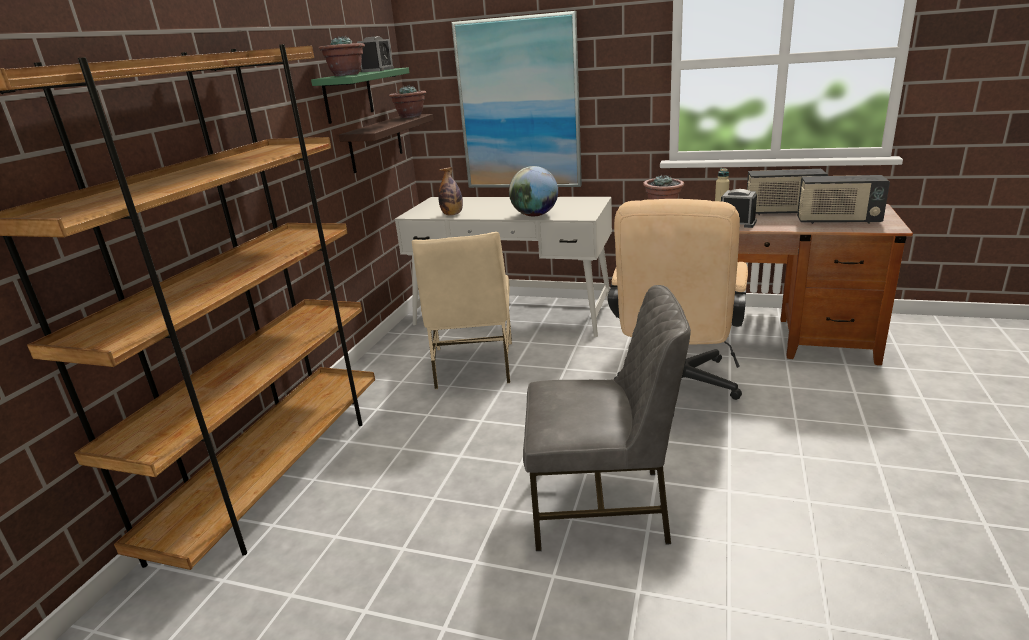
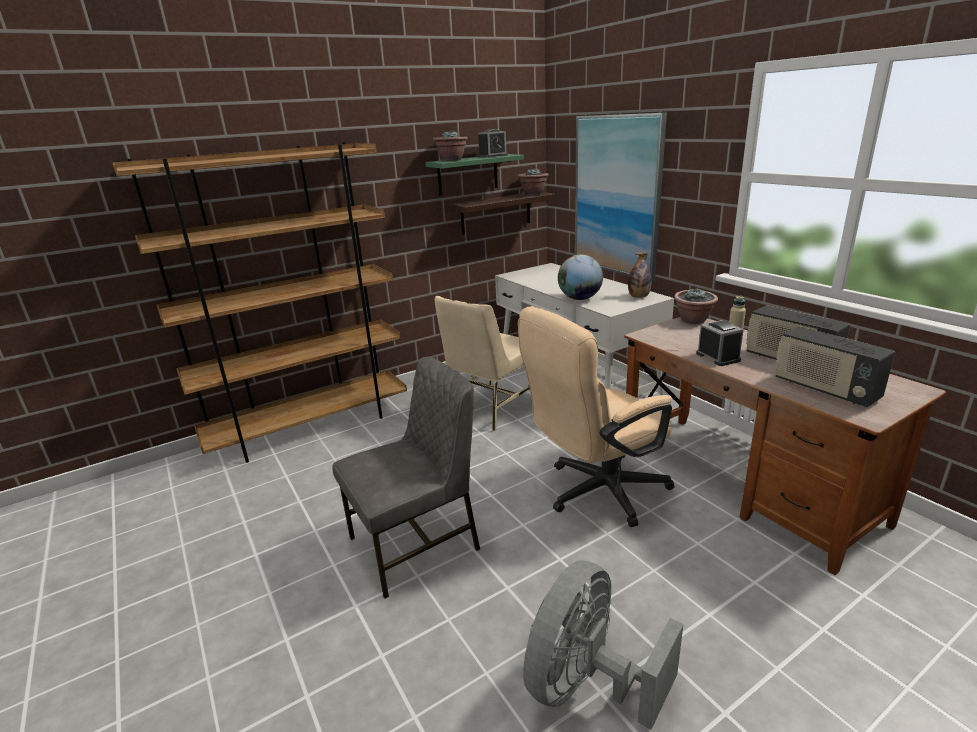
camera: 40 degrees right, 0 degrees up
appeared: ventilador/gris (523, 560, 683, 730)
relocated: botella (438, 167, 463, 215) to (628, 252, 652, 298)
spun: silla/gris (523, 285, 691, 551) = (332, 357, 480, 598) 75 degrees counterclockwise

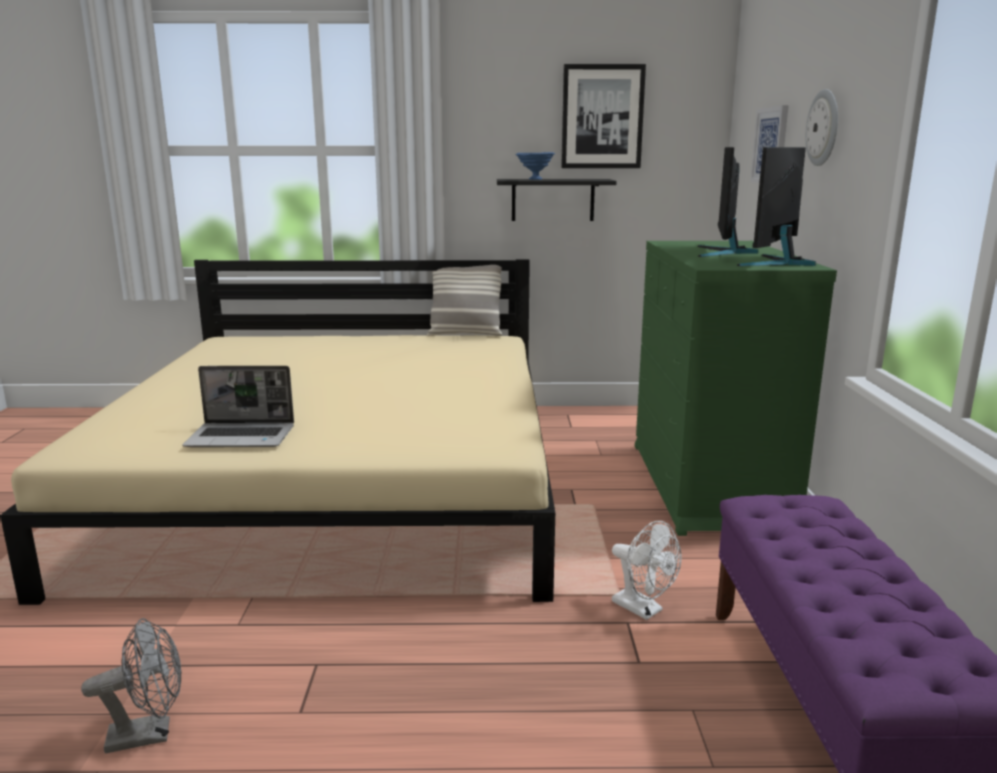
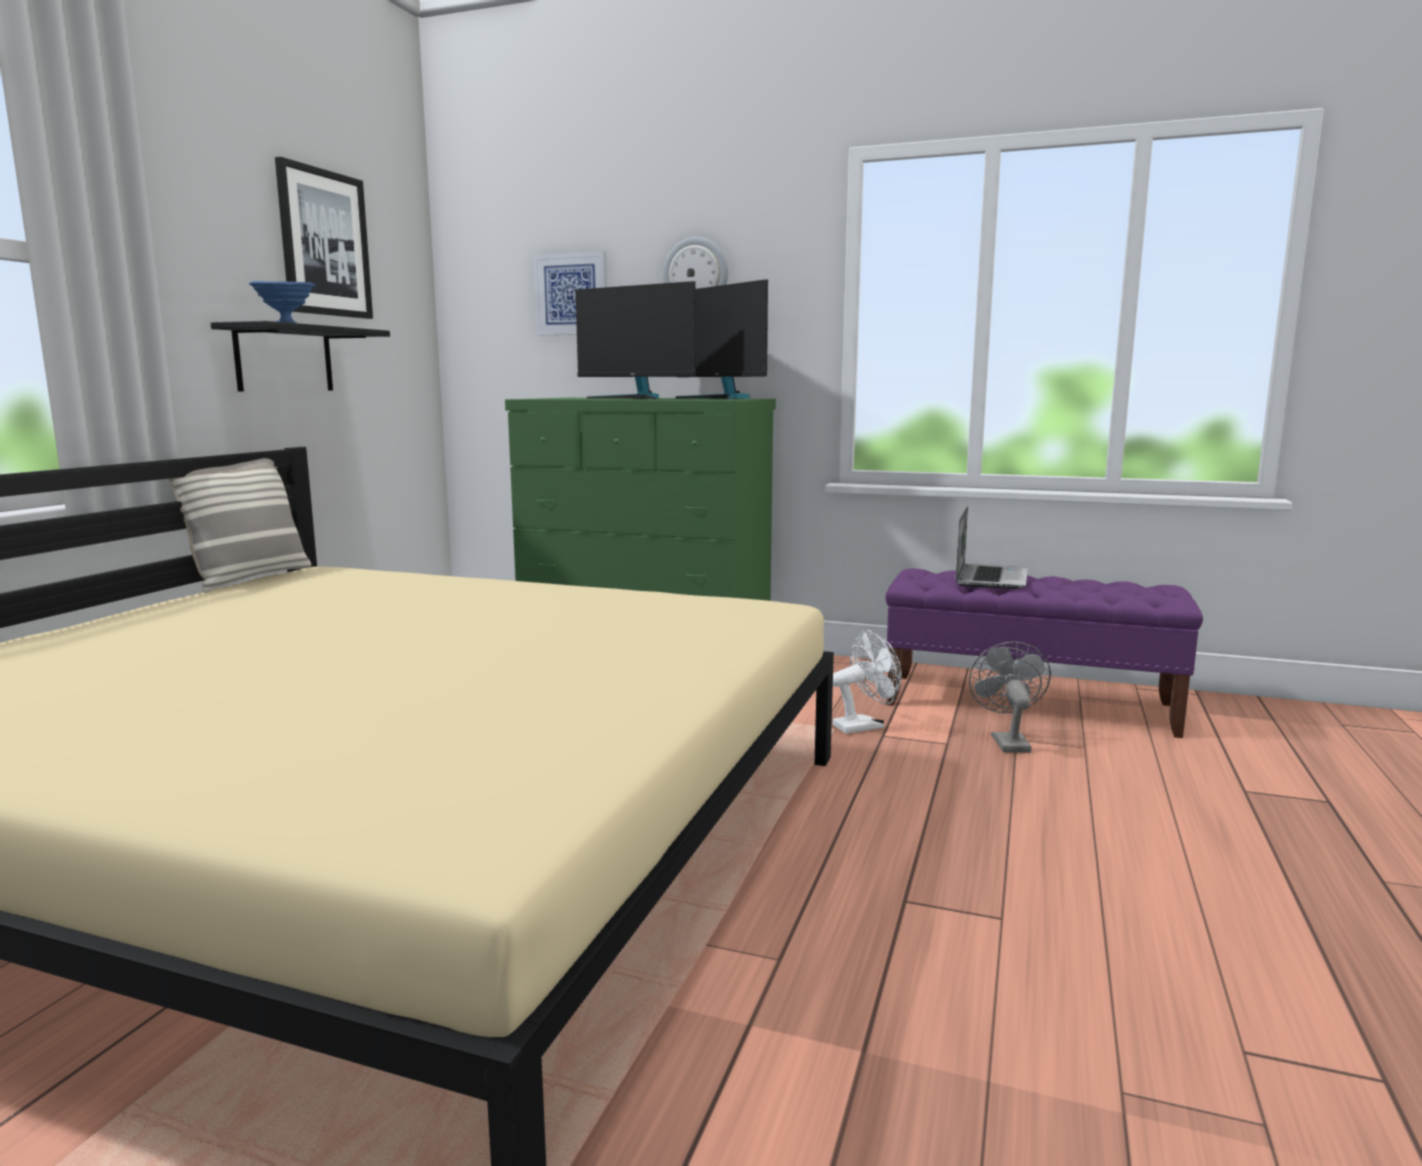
camera: 70 degrees left, 5 degrees down
relocated: ventilador/gris (81, 618, 182, 753) to (969, 642, 1051, 753); portátil (182, 366, 294, 447) to (955, 506, 1028, 589)

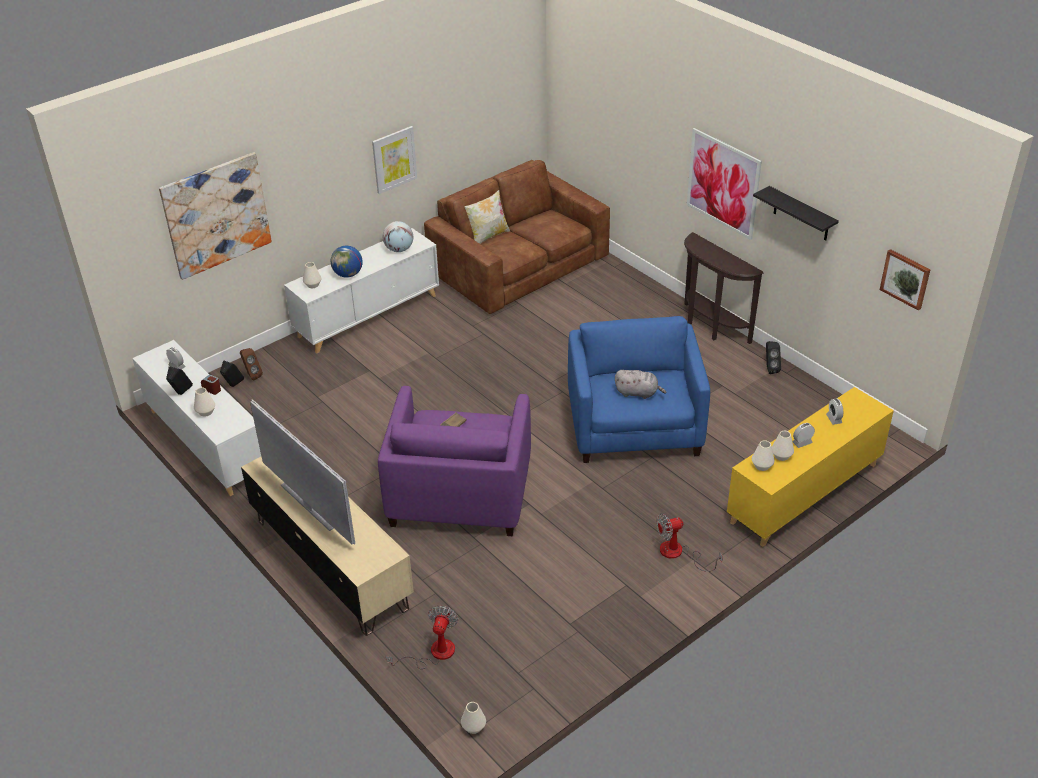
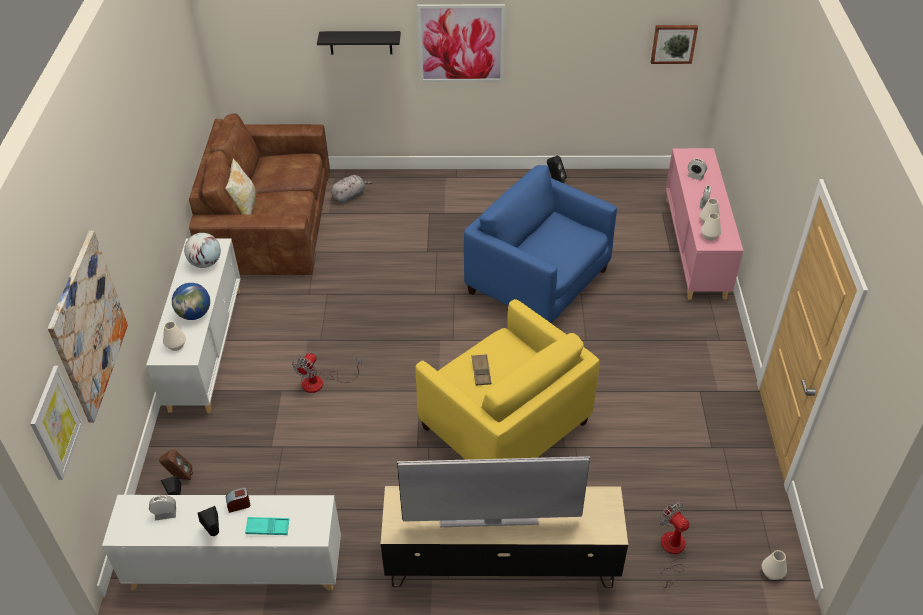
camera: 50 degrees left, 5 degrees up
missing: mesa consola/marrón (684, 232, 763, 344)
relocated: cuadro (372, 126, 417, 194) to (30, 366, 83, 480); peluche/gris (615, 370, 666, 399) to (331, 175, 372, 203); ventilador (656, 513, 723, 572) to (292, 353, 362, 393); estante/negro (753, 186, 839, 241) to (317, 31, 401, 54)
exchanged: florero/blanco (194, 388, 215, 417) to bandeja/turquesa (245, 517, 289, 535)
colour: sillón/morado (378, 386, 531, 536) to sillón/amarillo (415, 299, 600, 460); armario/amarillo (727, 387, 894, 547) to armario/rosa (666, 148, 743, 299)

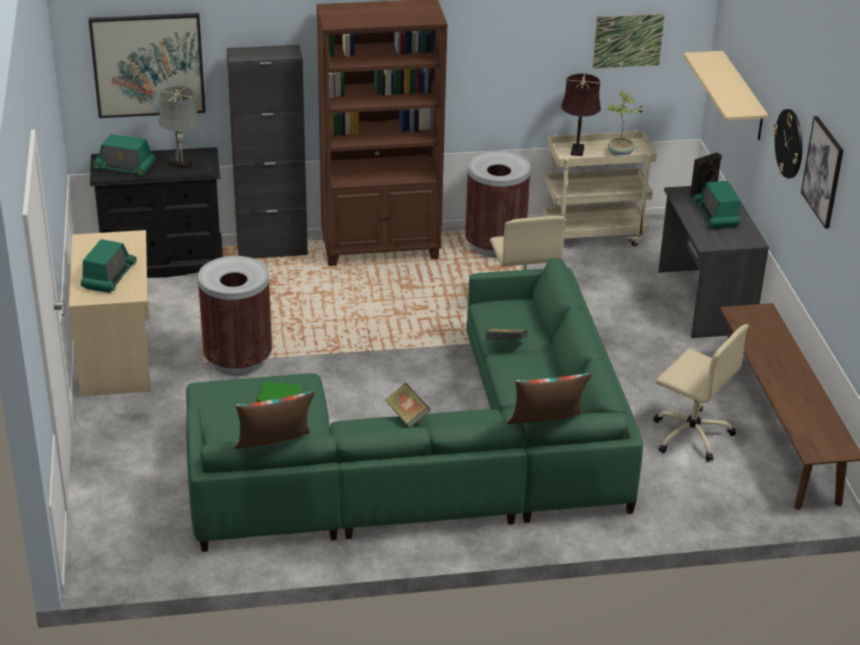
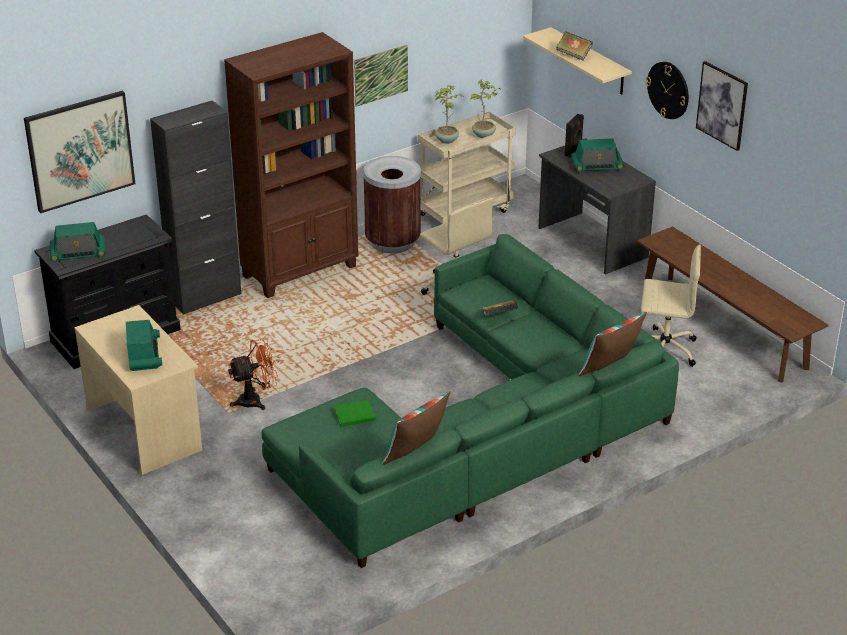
camera: 25 degrees left, 0 degrees up
missing: lámpara de mesa/gris (158, 86, 200, 170)
relocated: libro (385, 383, 430, 428) to (556, 32, 593, 61); cuadro (593, 14, 665, 68) to (354, 45, 408, 107)
exchanged: papelera/marrón (198, 256, 272, 376) to ventilador/naranja (228, 339, 278, 410); lámpara de mesa/marrón (561, 74, 601, 156) to planta en maceta (435, 85, 463, 144)
spun: radio (693, 181, 740, 228) = (571, 138, 624, 172) 60 degrees counterclockwise

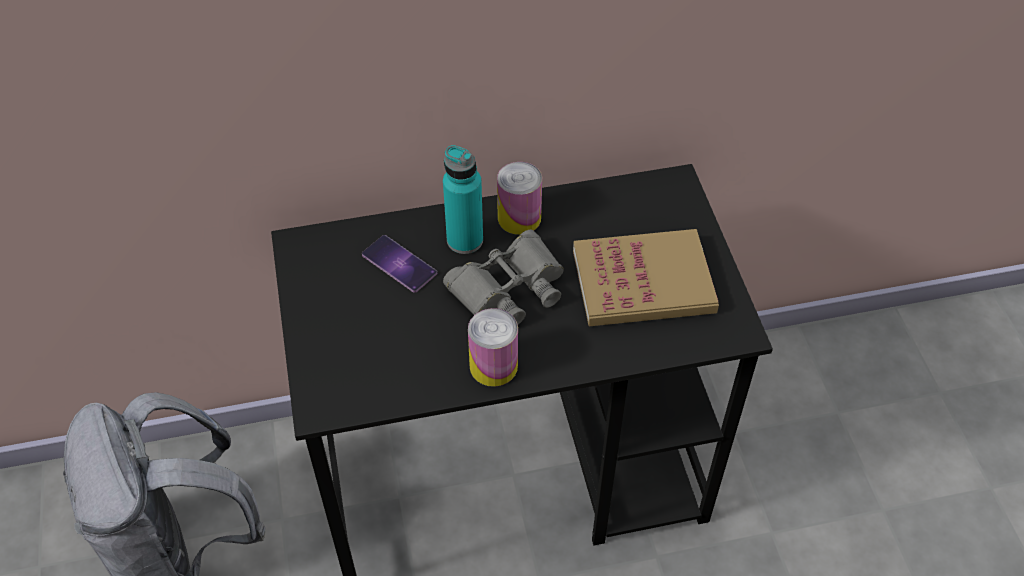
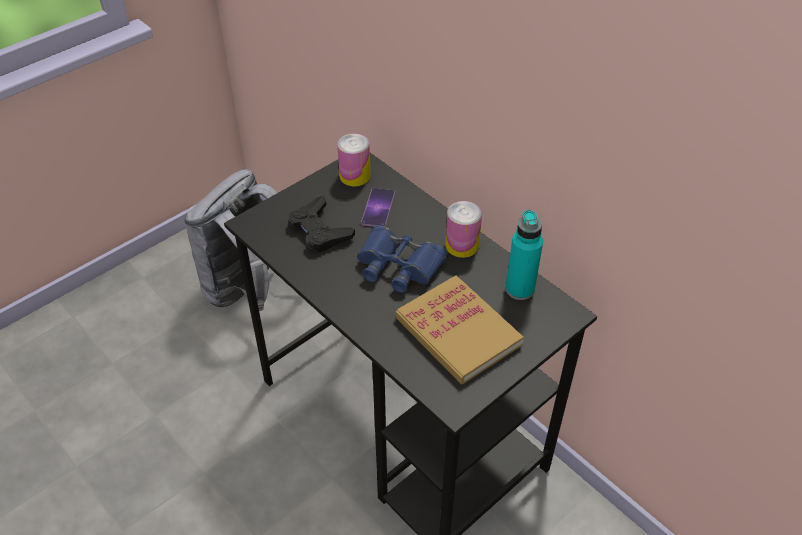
camera: 60 degrees right, 5 degrees down
appeared: mando de consola/negro (288, 196, 355, 253)
relocated: botella/turquesa (443, 145, 483, 254) to (506, 210, 543, 300); lata (468, 308, 518, 387) to (337, 134, 371, 187)
colour: prismáticos/gris (443, 230, 564, 324) to prismáticos/azul (357, 225, 448, 293)

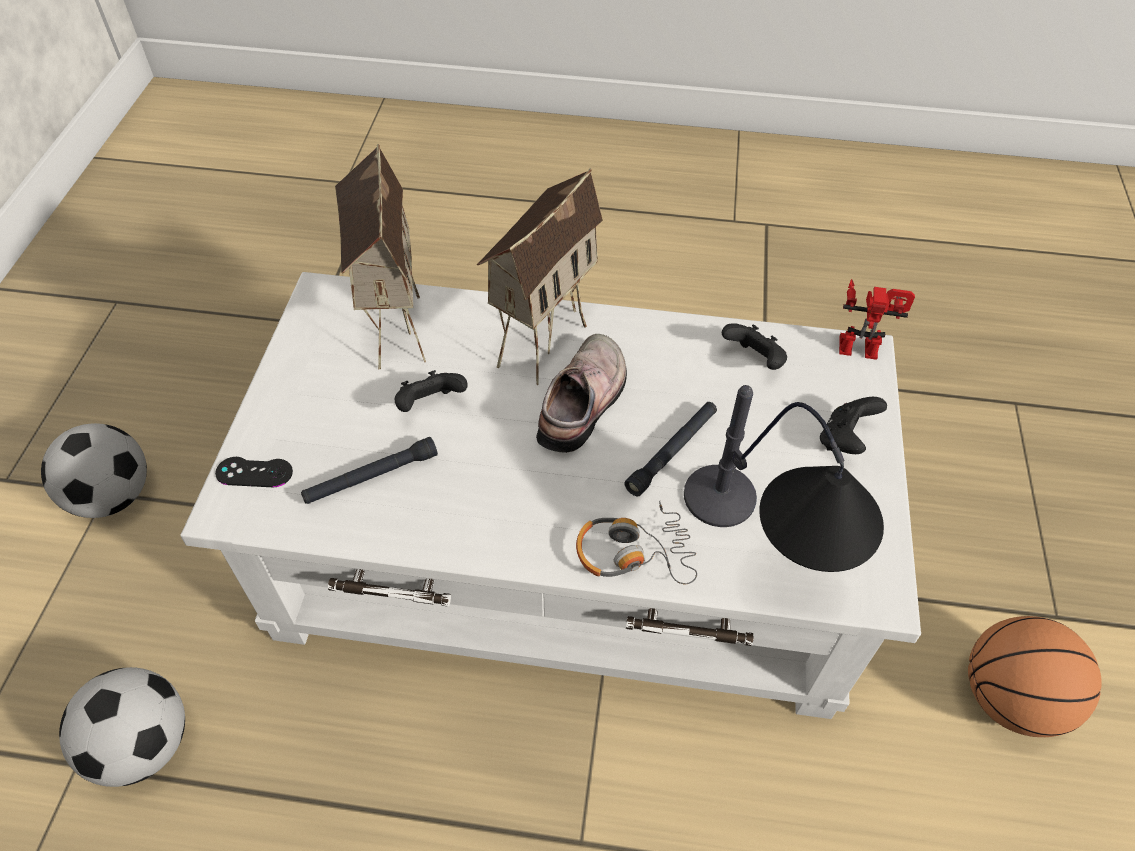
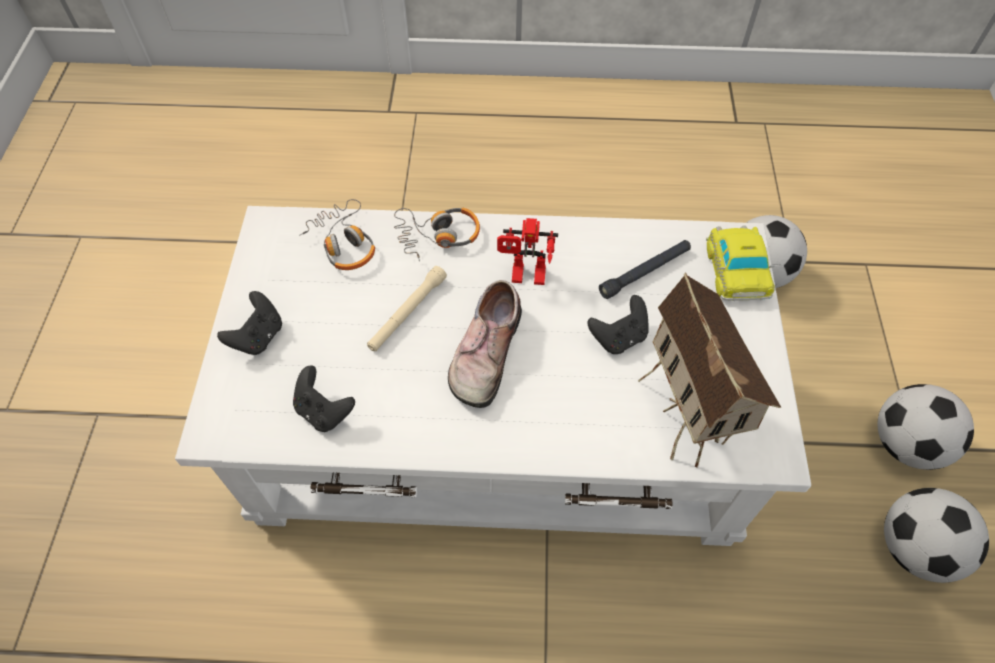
camera: 175 degrees right, 5 degrees up
missing: casita (477, 168, 603, 385); balón de baloncesto (968, 616, 1102, 737)
appeared: balón de fútbol (884, 488, 989, 583)
relocated: robot de juguete (839, 279, 915, 360) to (497, 218, 558, 285)
exchanged: mando de consola/negro (215, 457, 293, 487) to coche de juguete (706, 225, 775, 301); lámpara de mesa (684, 385, 884, 572) to auriculares (299, 199, 375, 270)
colour: linterna/negro (624, 402, 717, 496) to linterna/beis (367, 266, 447, 351)

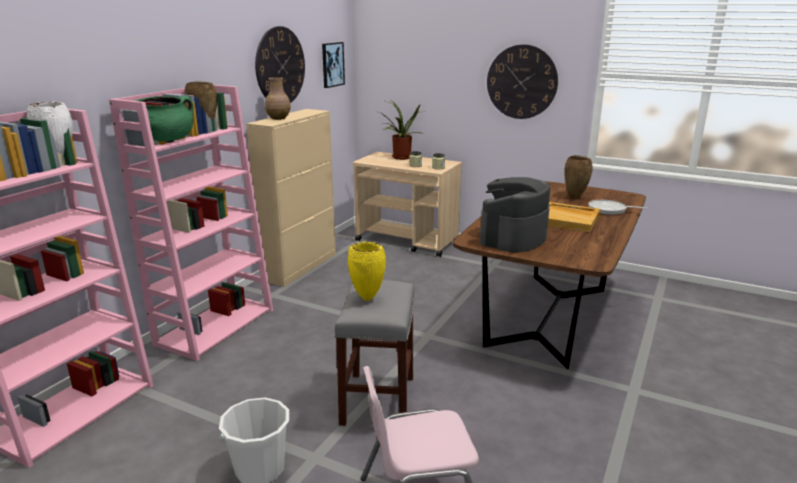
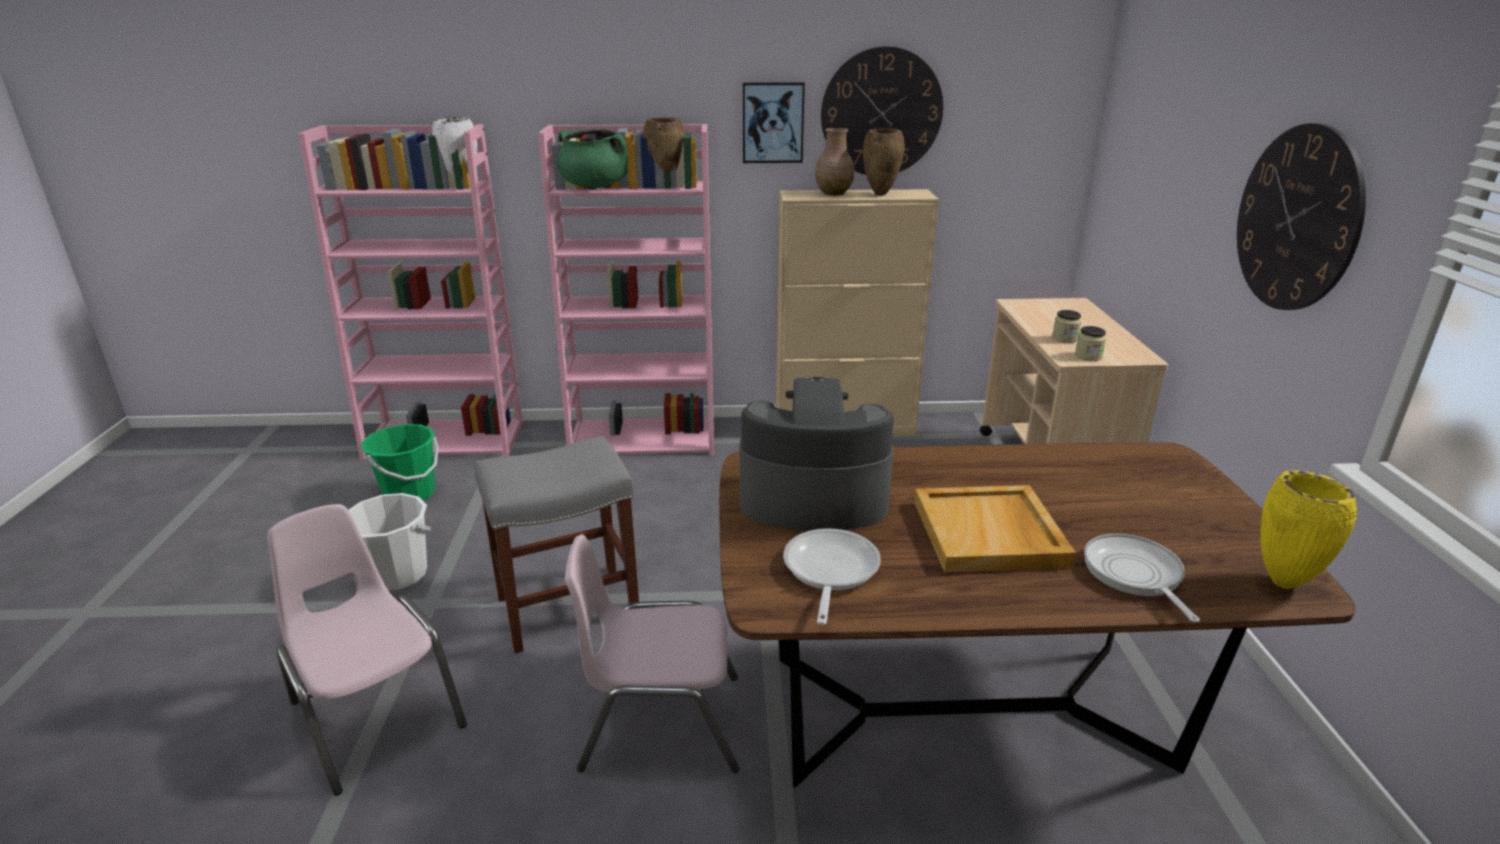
camera: 60 degrees right, 5 degrees up
missing: planta en maceta (379, 99, 427, 160)
appeared: cubo/verde (361, 424, 439, 500); silla/rosa (565, 535, 740, 773); sartén (783, 528, 881, 625)
relocated: cuadro (322, 42, 345, 88) to (743, 82, 805, 163); florero/amarillo (348, 242, 386, 301) to (1260, 470, 1357, 589); florero/marrón (564, 155, 593, 199) to (863, 128, 905, 196)

